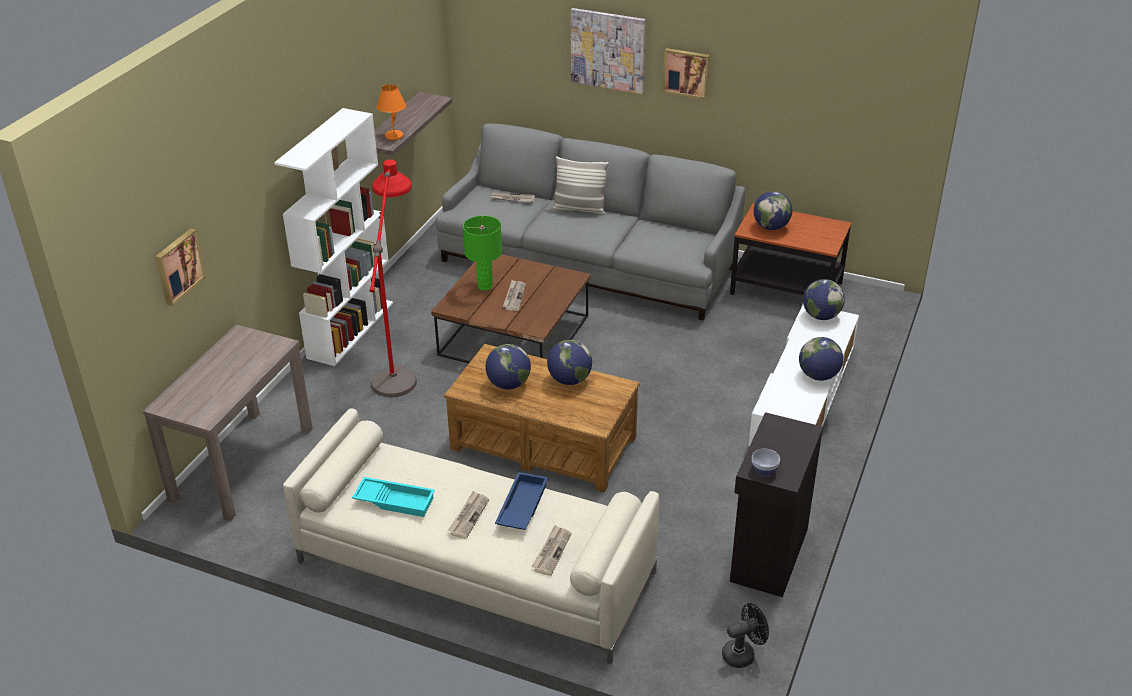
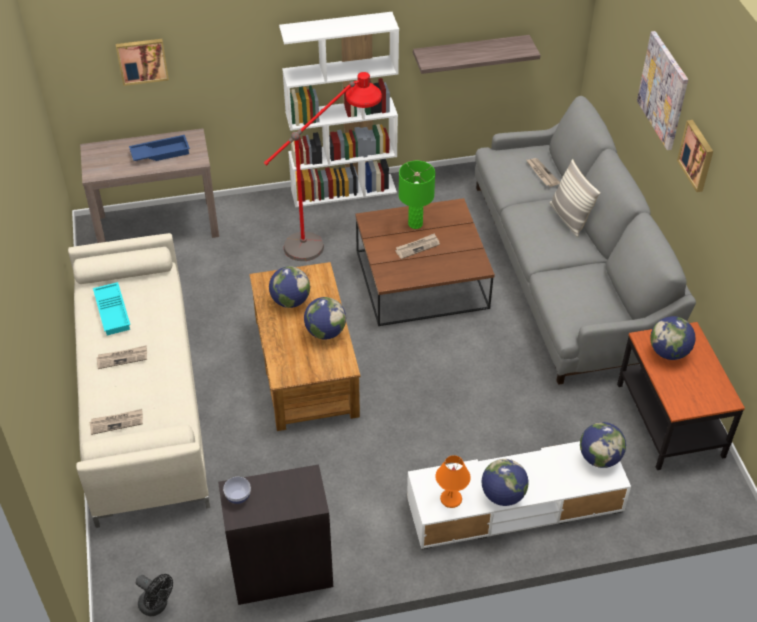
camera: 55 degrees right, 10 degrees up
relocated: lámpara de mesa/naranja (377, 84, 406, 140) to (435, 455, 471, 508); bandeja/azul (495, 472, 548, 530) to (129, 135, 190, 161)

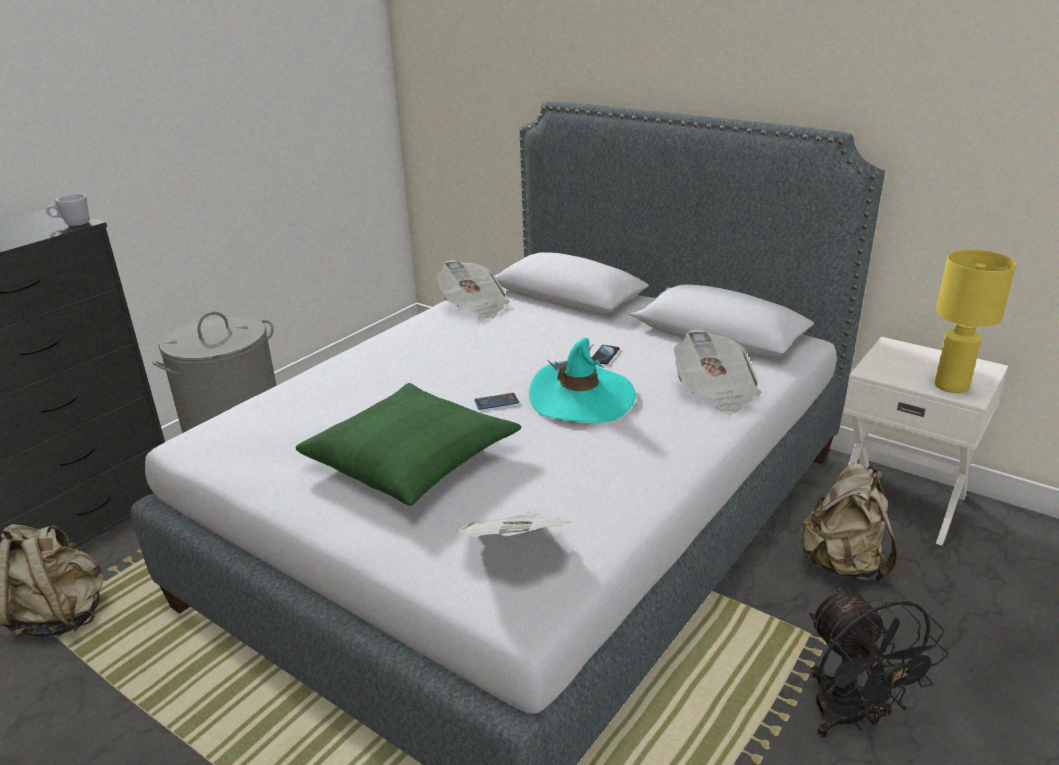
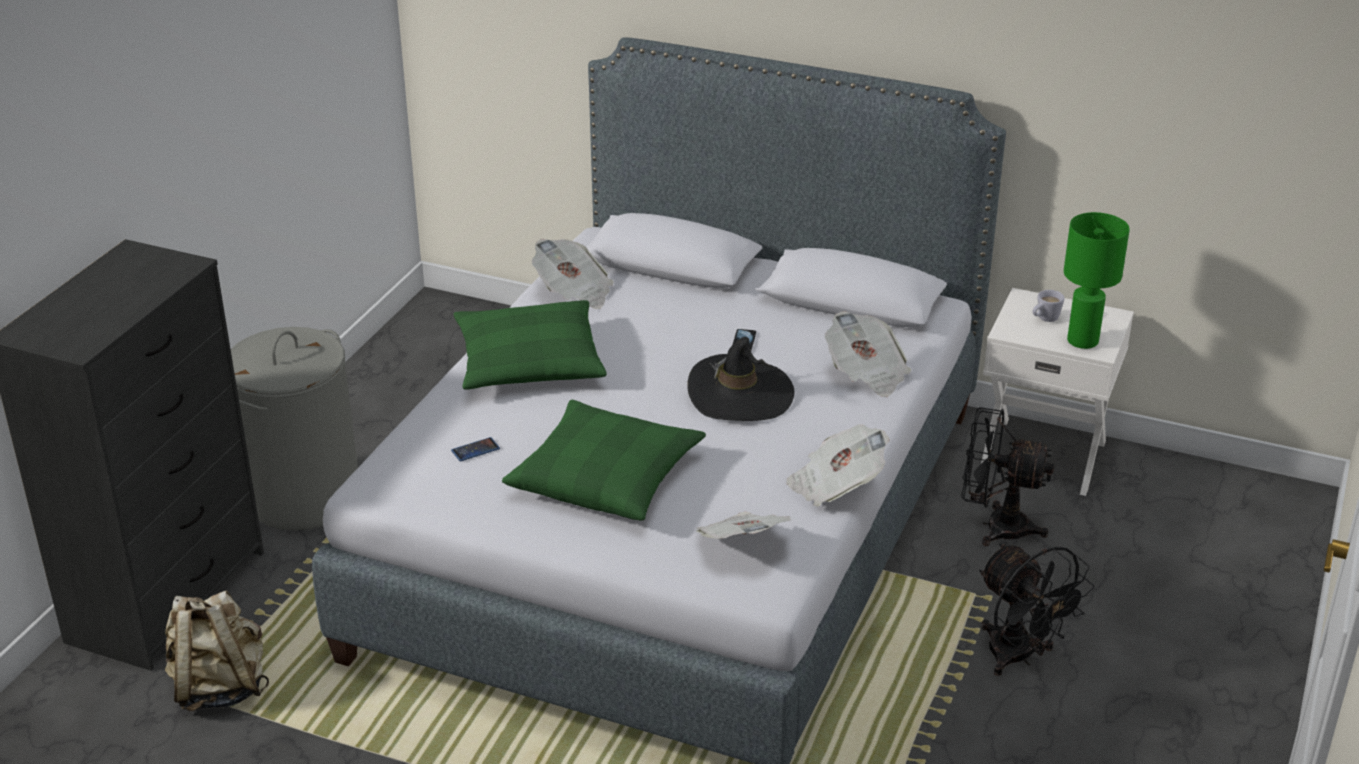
camera: 15 degrees left, 5 degrees up
appeared: cojín/verde (454, 300, 607, 390); periódico (786, 424, 890, 507)
relocated: taza grande/blanco (46, 194, 89, 226) to (1033, 290, 1064, 322); móvil (474, 393, 519, 410) to (451, 437, 500, 461)
exchanged: mochila/beis (798, 463, 897, 583) to ventilador/negro (961, 407, 1054, 546)
colour: sombrero/turquesa (529, 338, 636, 423) to sombrero/negro (687, 337, 794, 421); lámpara de mesa/amarillo (935, 250, 1016, 393) to lámpara de mesa/verde (1064, 212, 1130, 349)

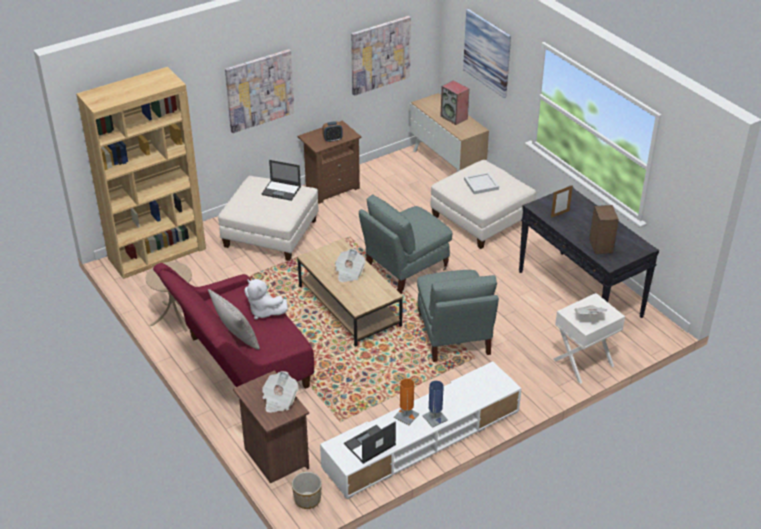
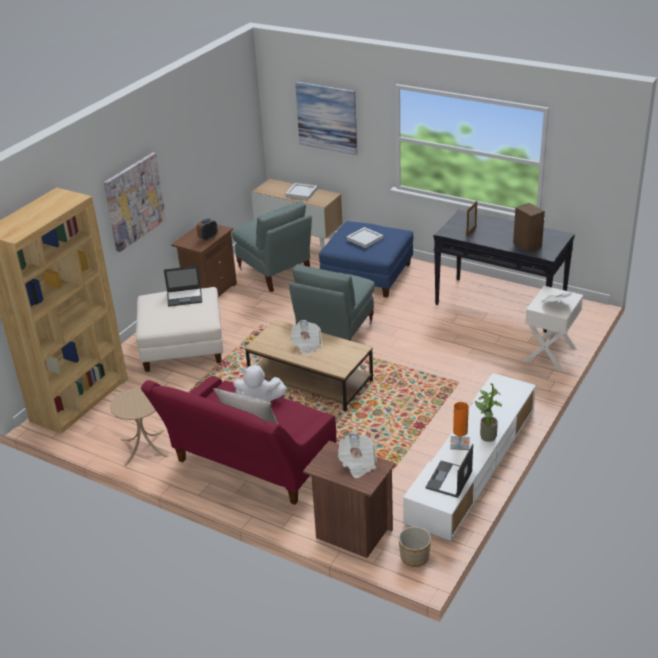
camera: 25 degrees left, 5 degrees down
missing: cuadro (351, 16, 411, 96)
relocated: sillón/gris (417, 270, 499, 362) to (232, 201, 312, 292)
exchanged: lámpara de mesa/azul (422, 381, 448, 428) to planta en maceta (475, 383, 502, 442); altavoz (440, 80, 469, 125) to bandeja/blanco (285, 183, 318, 200)
colour: puf/blanco (431, 160, 536, 249) to puf/azul (319, 221, 413, 298)

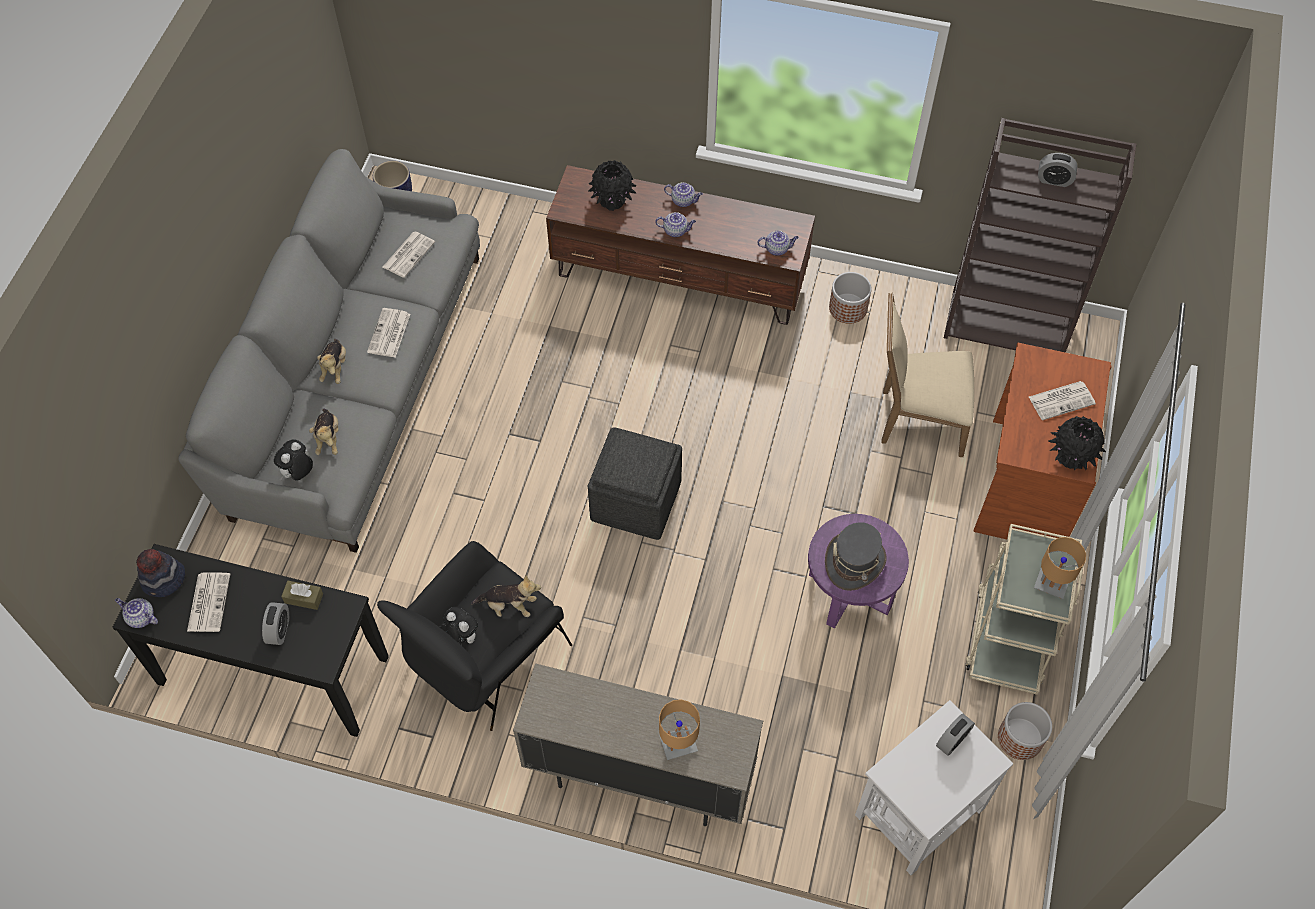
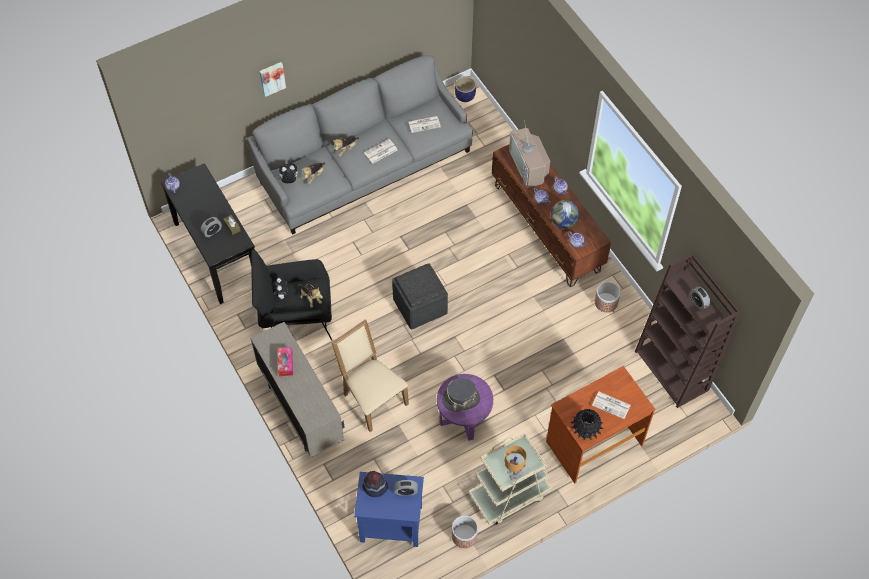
camera: 45 degrees right, 0 degrees up
missing: periódico (187, 572, 230, 632); lámpara de mesa/marrón (659, 699, 700, 760)
appeared: cuadro (259, 62, 286, 97); caja de pañuelos (277, 347, 293, 376); globo terráqueo (551, 200, 579, 229)
relocated: sombrero (136, 549, 185, 597) to (363, 471, 388, 497); silla/beis (882, 293, 974, 457) to (332, 319, 409, 432)
exchanged: florero/negro (588, 160, 636, 211) to televisor (509, 120, 550, 188)
colour: mesa auxiliar/blanco (855, 700, 1014, 875) to mesa auxiliar/azul (354, 472, 424, 547)

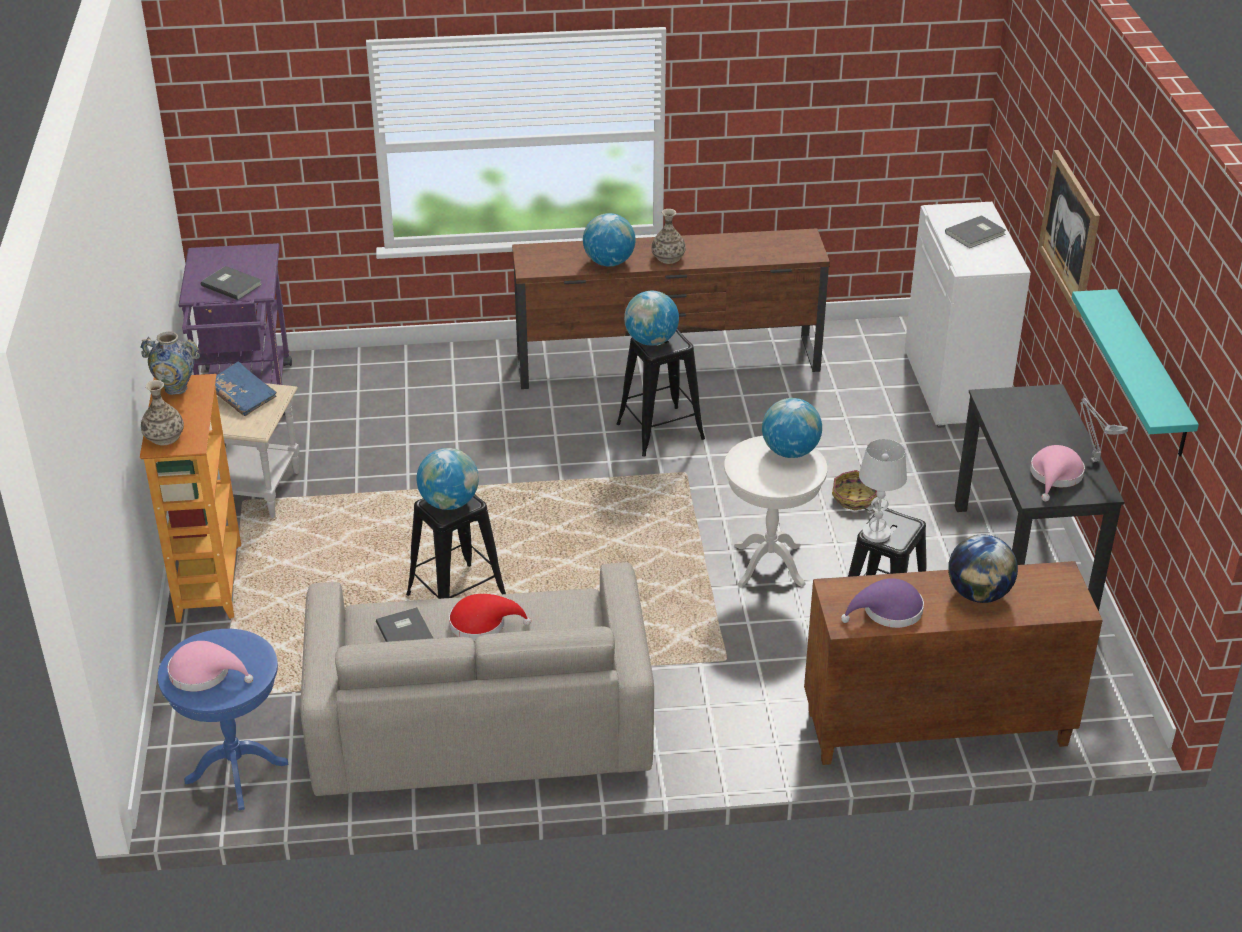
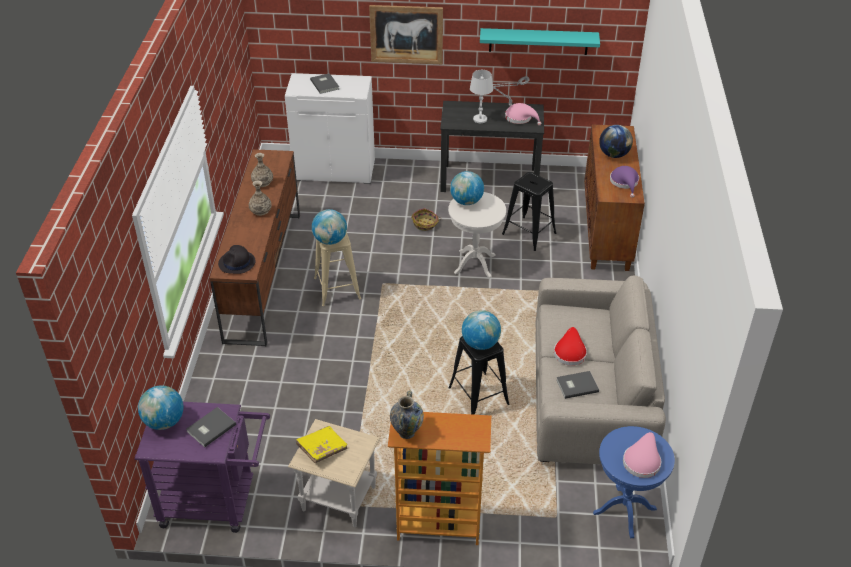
camera: 80 degrees left, 5 degrees up
appeared: sombrero/negro (218, 245, 255, 274)
relocated: florero (141, 380, 184, 445) to (251, 153, 273, 187); globo terráqueo (583, 213, 636, 267) to (138, 385, 183, 430); lámpara de mesa/blanco (859, 439, 907, 543) to (470, 70, 493, 123)
colour: libro/azul (215, 361, 277, 416) to libro/amarillo (295, 426, 347, 463); taburete/negro (616, 329, 705, 457) to taburete/beis (314, 232, 361, 306)

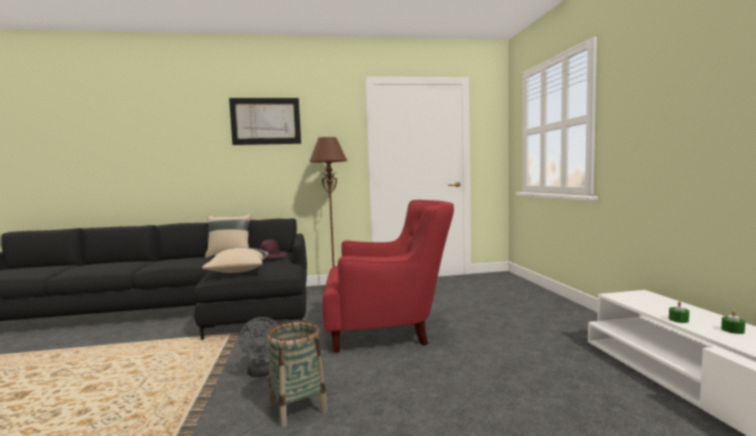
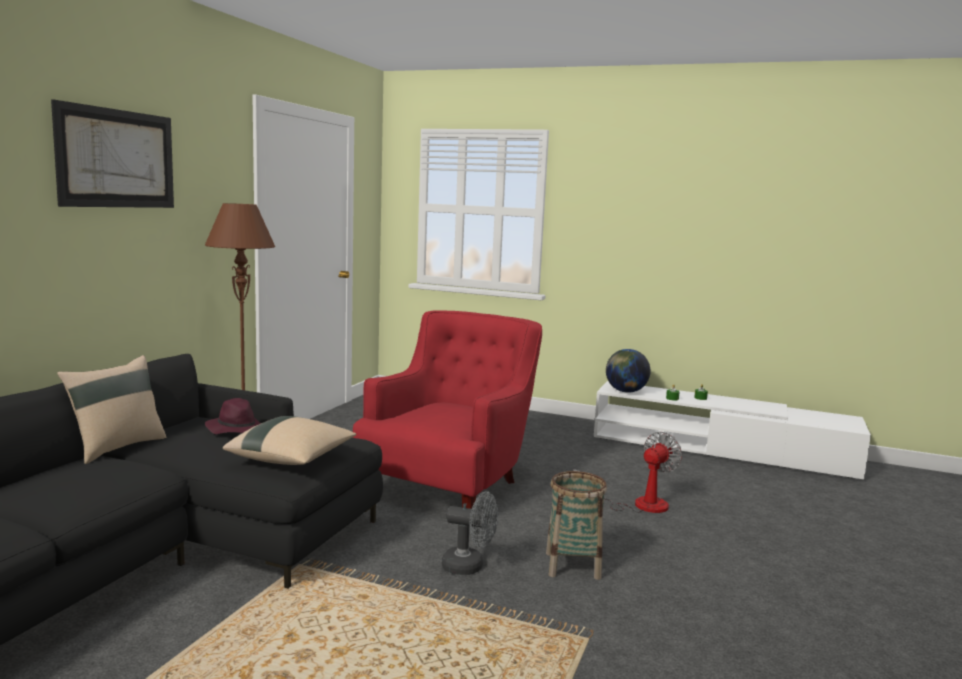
camera: 60 degrees left, 5 degrees up
appeared: ventilador (573, 432, 682, 513); globo terráqueo (606, 349, 650, 393)

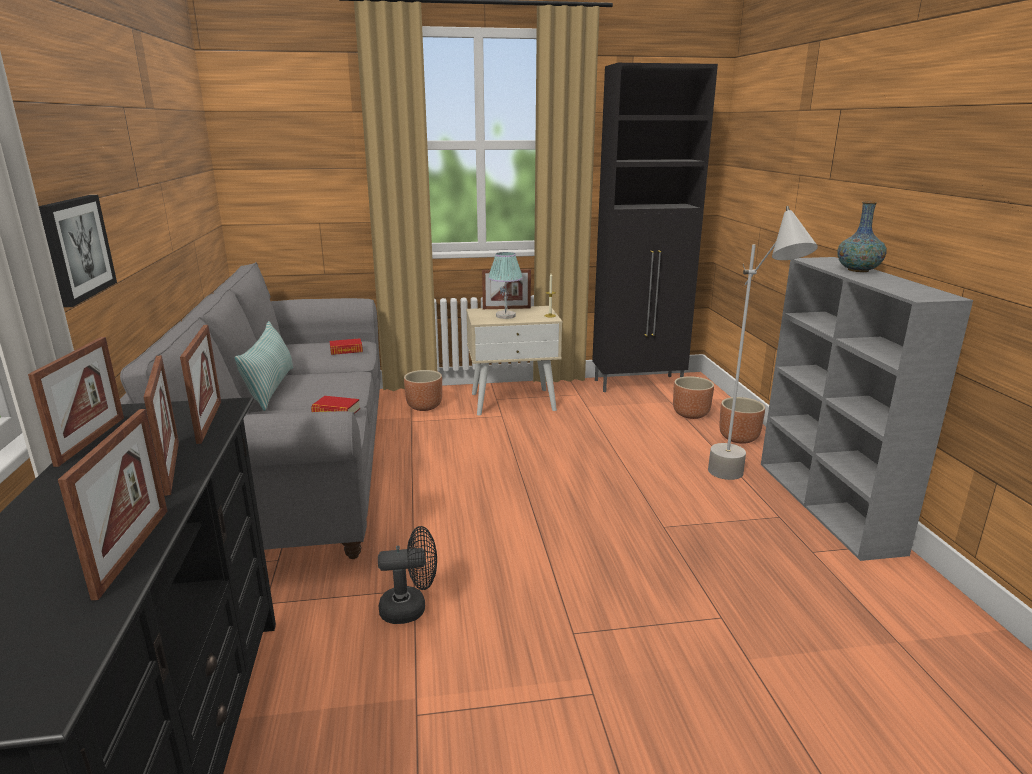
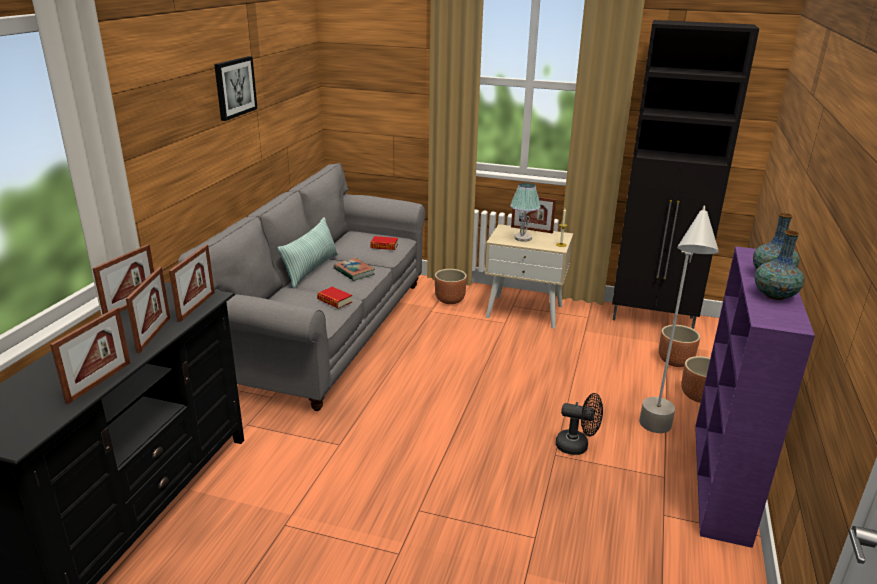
camera: 25 degrees right, 5 degrees up
appeared: libro (334, 258, 375, 281); florero (755, 230, 804, 300)
relocated: cuadro (39, 195, 117, 307) to (214, 56, 258, 121); ventilador/negro (378, 526, 437, 624) to (556, 393, 603, 455)
colour: estantería/gris (761, 257, 973, 561) to estantería/morado (695, 246, 815, 548)

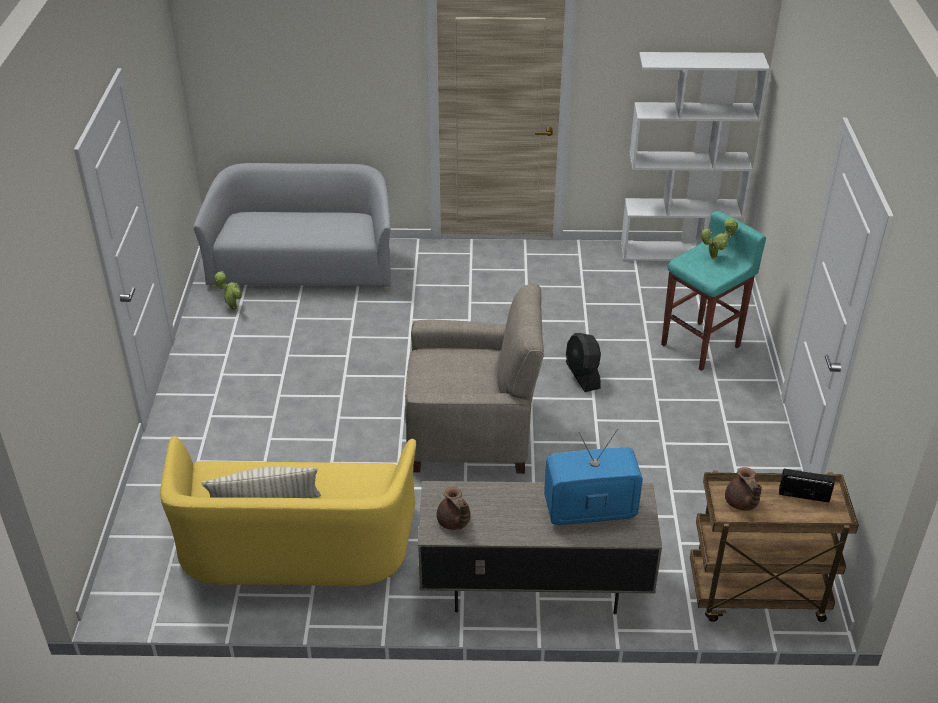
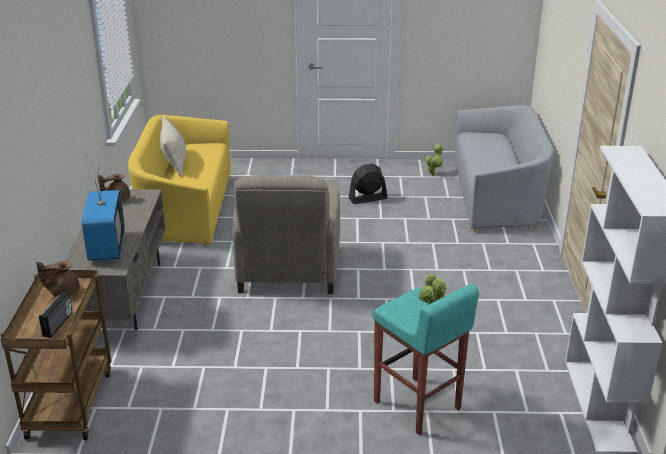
camera: 90 degrees right, 10 degrees down
relocated: ventilador/negro (566, 333, 601, 392) to (349, 164, 388, 204)

